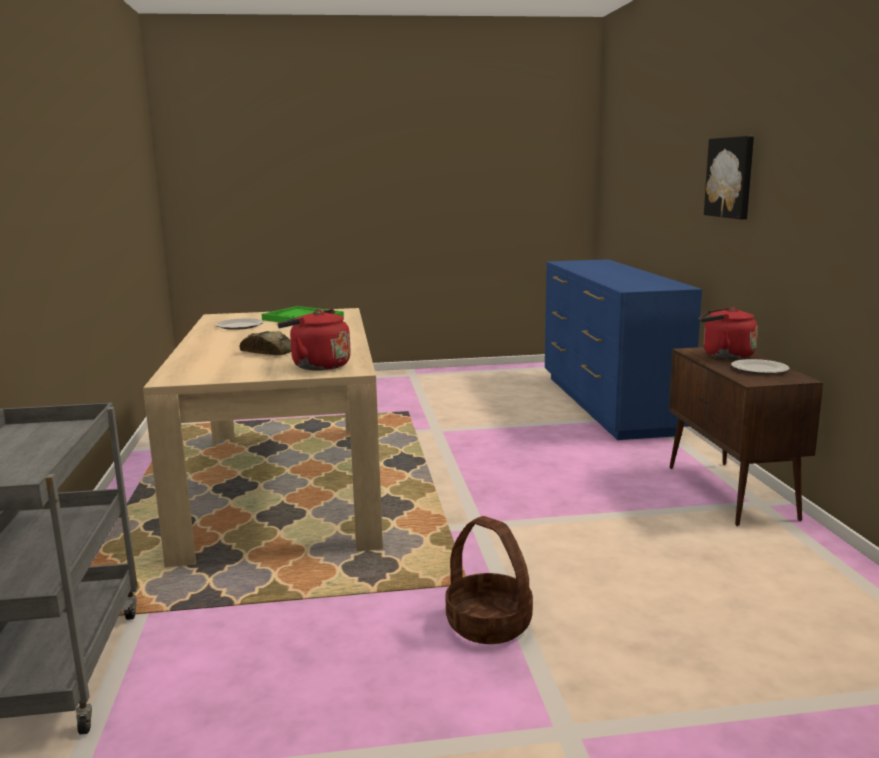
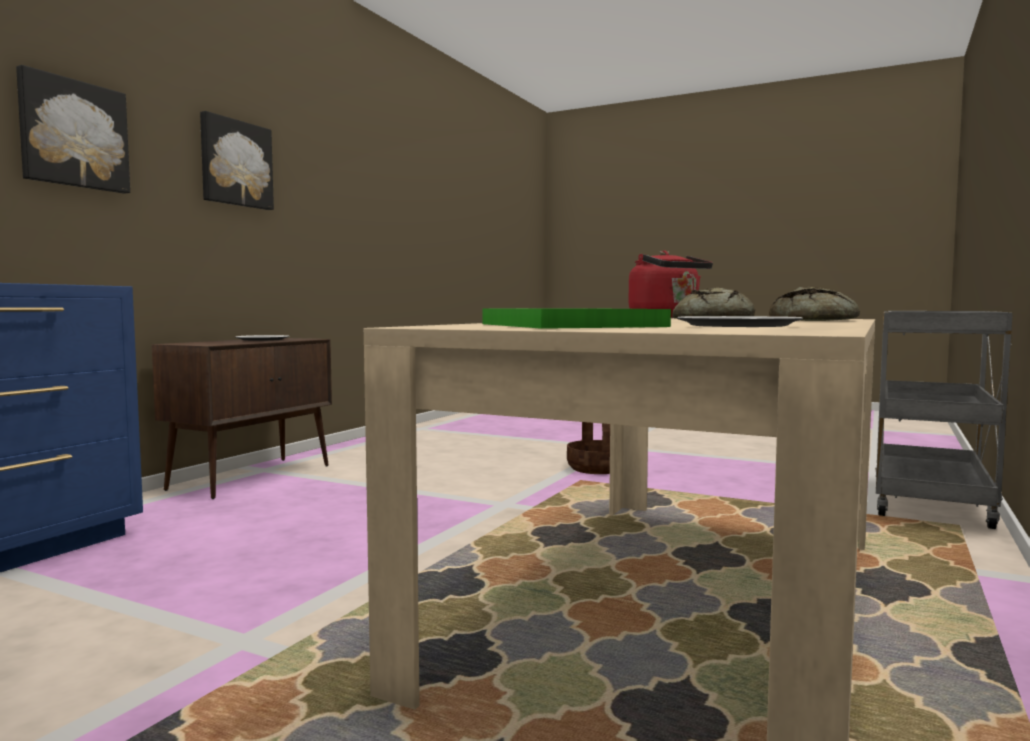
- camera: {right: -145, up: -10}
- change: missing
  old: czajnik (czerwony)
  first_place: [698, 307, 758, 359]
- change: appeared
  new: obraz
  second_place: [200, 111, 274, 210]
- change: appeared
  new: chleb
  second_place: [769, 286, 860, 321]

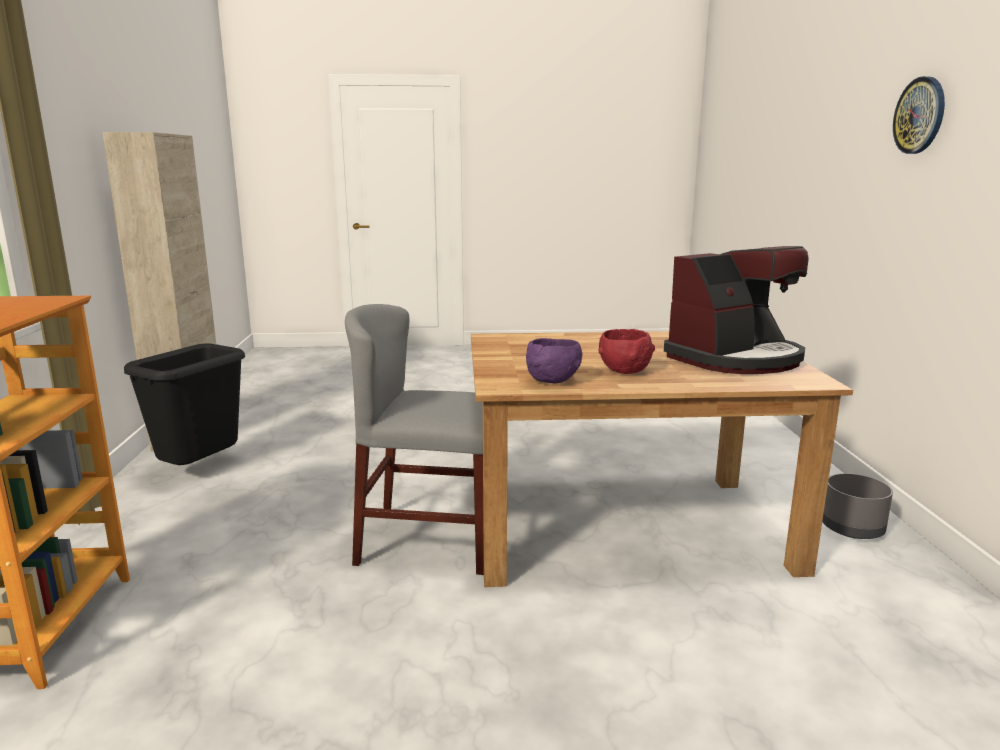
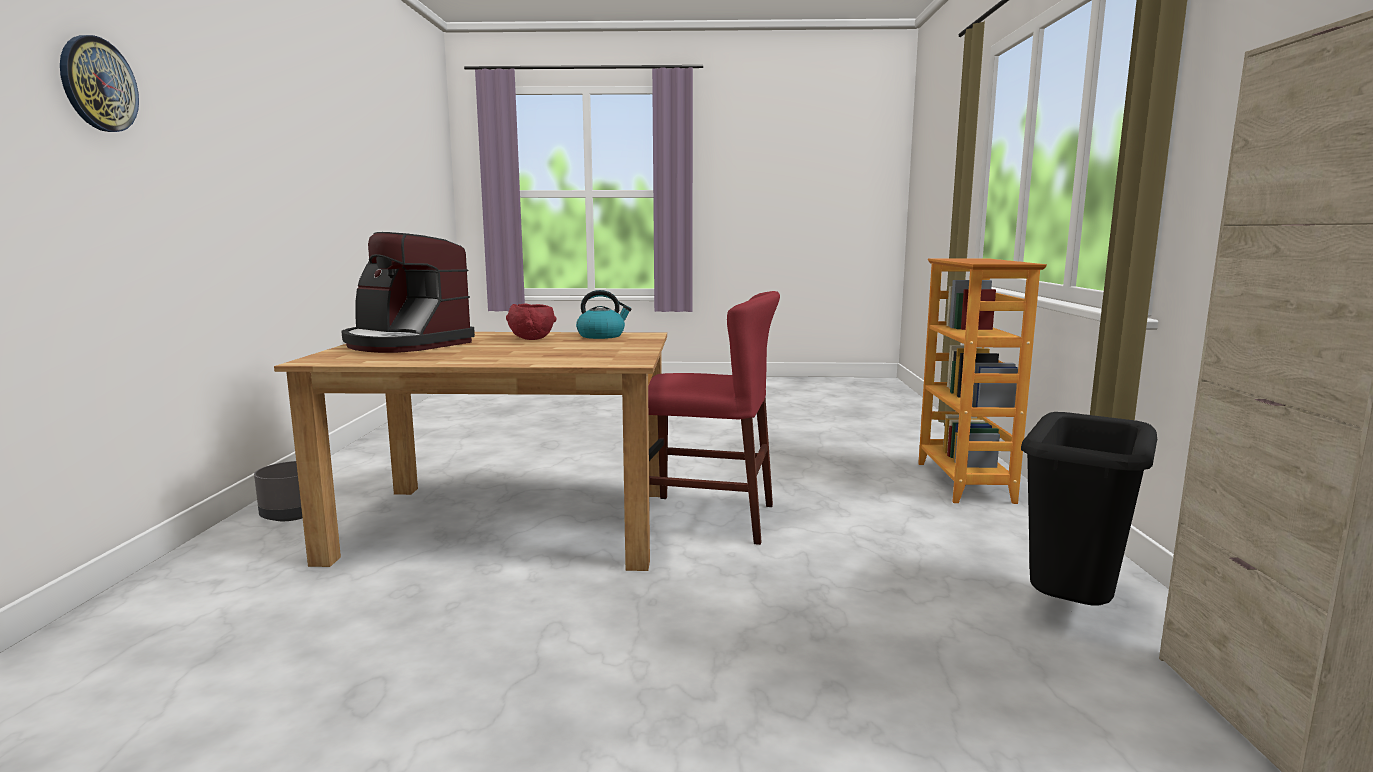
- camera: {right: -175, up: -5}
- change: exchanged
  old: miska (fioletowy)
  new: czajnik
  first_place: [526, 338, 582, 383]
  second_place: [576, 290, 632, 339]
- change: colour
  old: krzesło (szary)
  new: krzesło (czerwony)
  first_place: [345, 304, 484, 575]
  second_place: [648, 291, 780, 545]
- change: spun
  old: ekspres do kawy
  first_place: [664, 246, 809, 374]
  second_place: [341, 232, 475, 353]
  degrees: -120

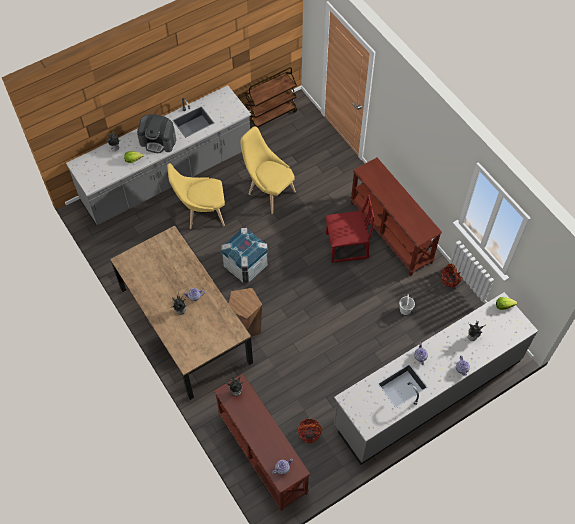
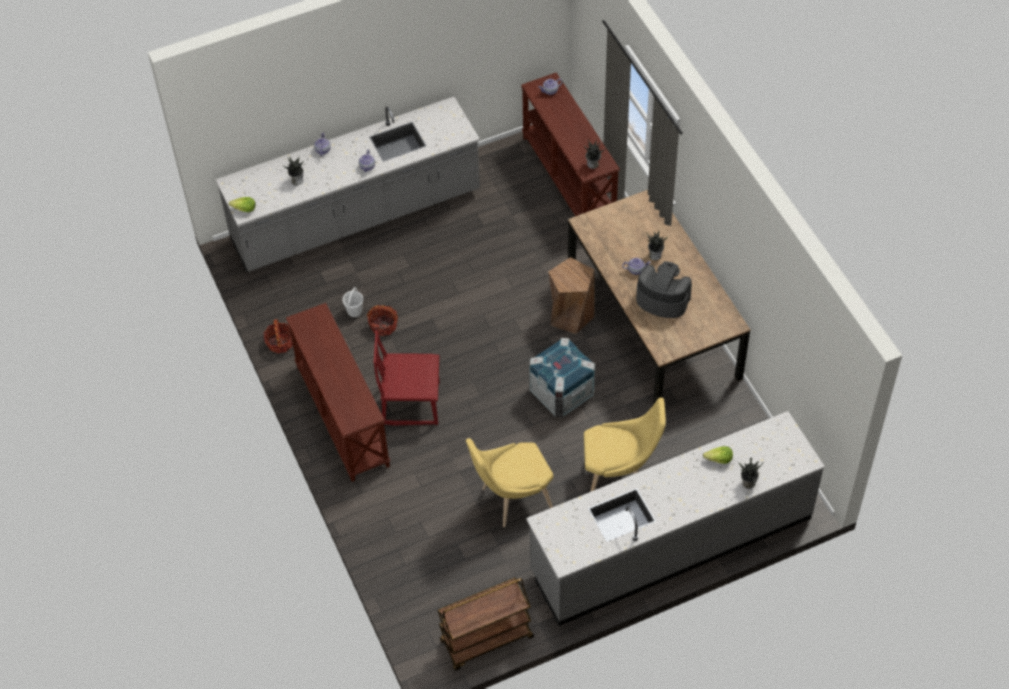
- camera: {right: -170, up: -5}
- change: relocated
  old: ekspres do kawy
  first_place: [137, 114, 176, 153]
  second_place: [636, 261, 692, 318]
- change: relocated
  old: koszyk
  first_place: [297, 418, 322, 443]
  second_place: [367, 305, 398, 336]
- change: spun
  old: krzesło (żółty)
  first_place: [240, 126, 296, 214]
  second_place: [466, 438, 553, 527]
  degrees: 105

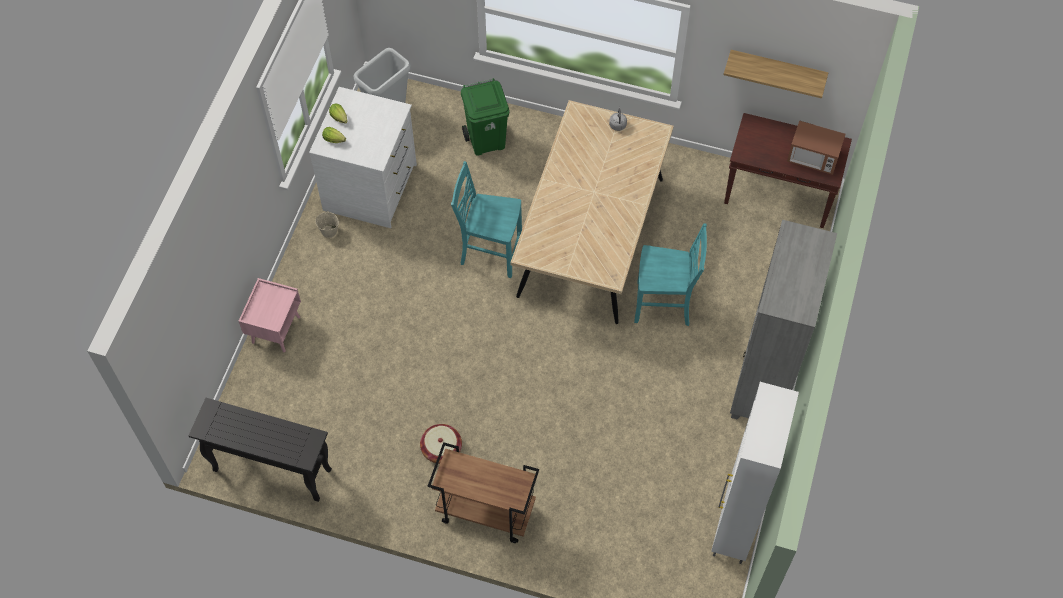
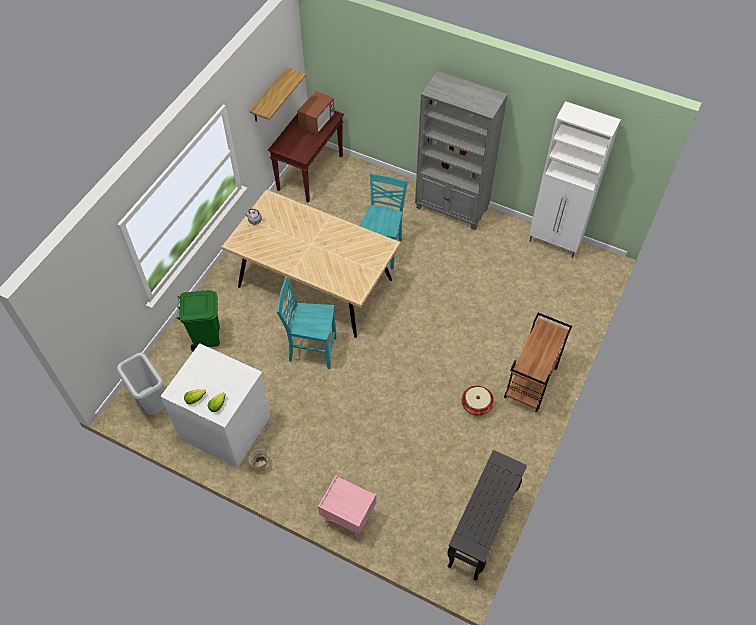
- camera: {right: -80, up: -5}
- change: spun
  old: krzesło (turkusowy)
  first_place: [451, 161, 522, 278]
  second_place: [277, 277, 337, 369]
  degrees: 75

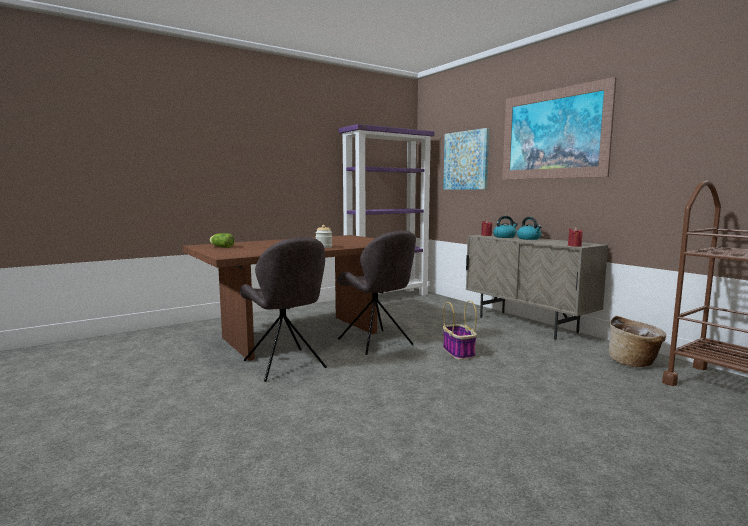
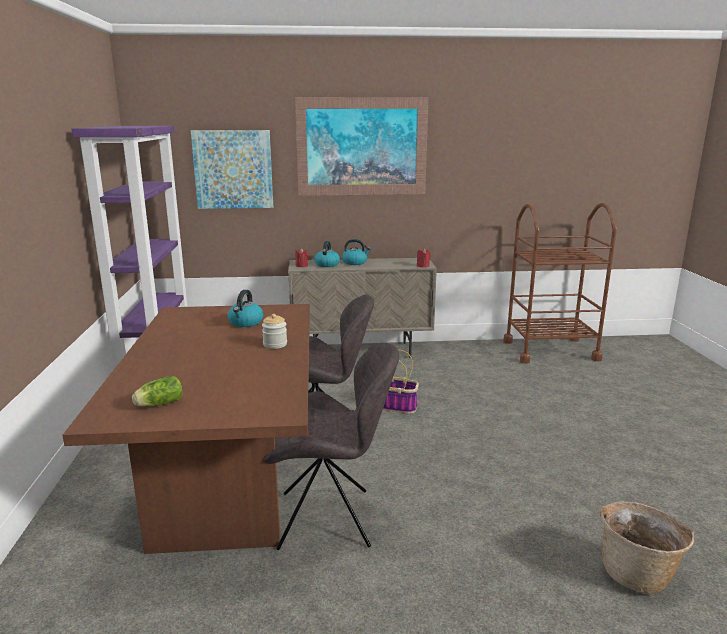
- camera: {right: -60, up: 10}
- change: appeared
  new: czajnik
  second_place: [228, 290, 263, 327]
- change: relocated
  old: koszyk
  first_place: [609, 316, 666, 367]
  second_place: [599, 501, 695, 594]

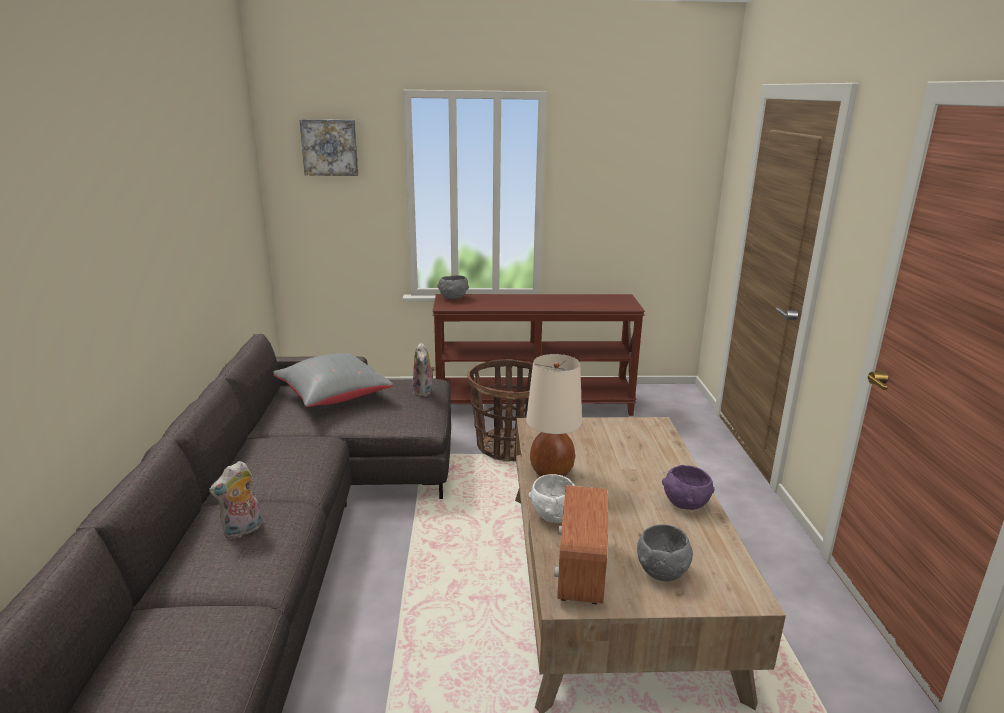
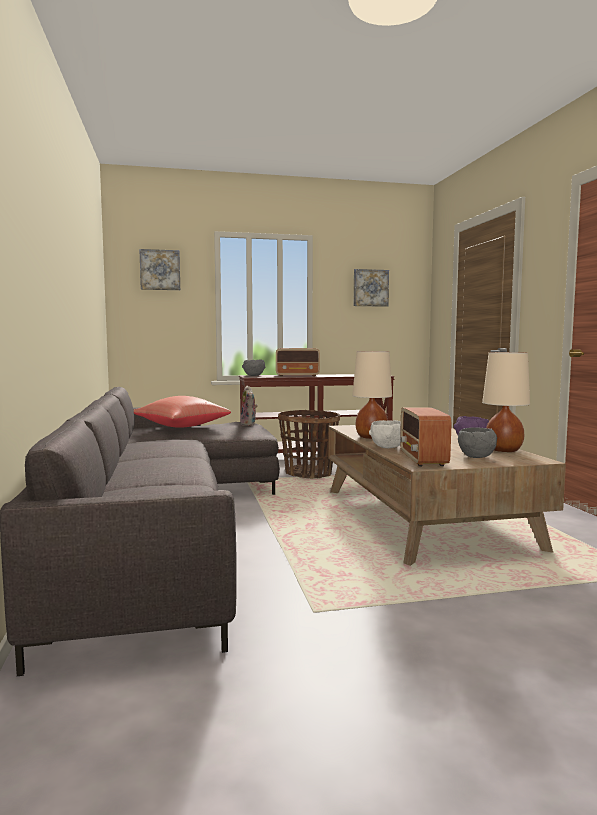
- camera: {right: -10, up: -15}
- change: missing
  old: pluszak
  first_place: [209, 461, 262, 539]
- change: appeared
  new: radio
  second_place: [276, 348, 320, 376]
- change: appeared
  new: obraz
  second_place: [354, 269, 389, 307]
- change: appeared
  new: lampa stołowa (beżowy)
  second_place: [482, 352, 530, 452]
- change: colour
  old: poduszka (szary)
  new: poduszka (czerwony)
  first_place: [273, 353, 393, 407]
  second_place: [134, 396, 231, 428]

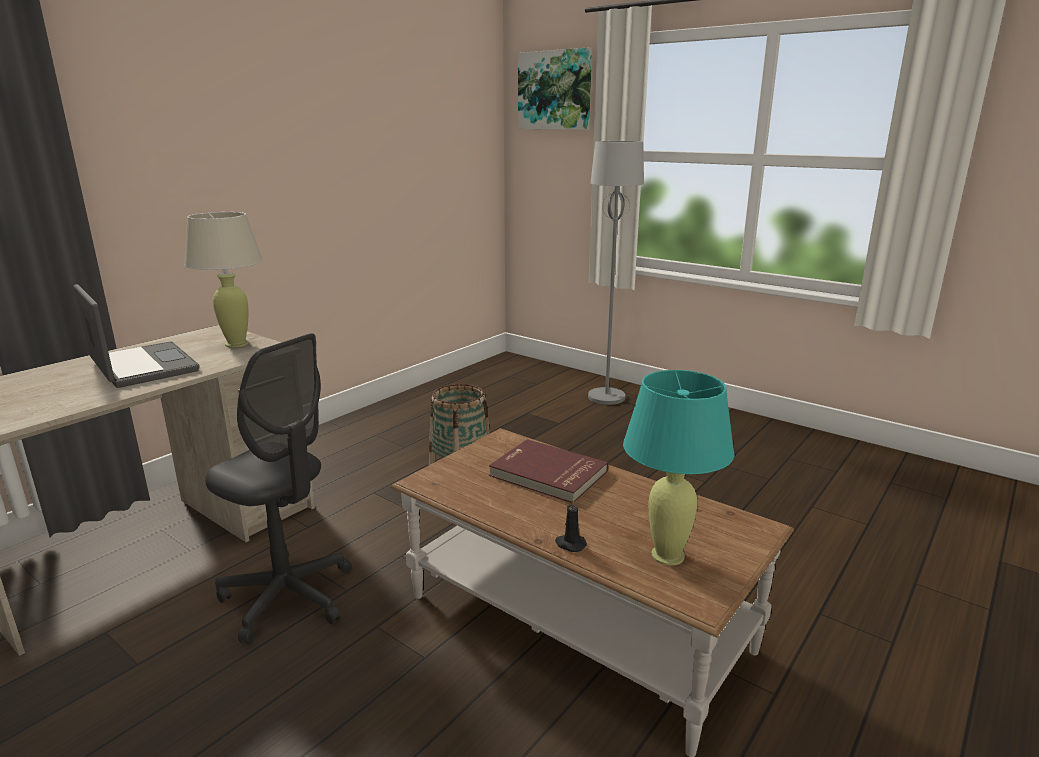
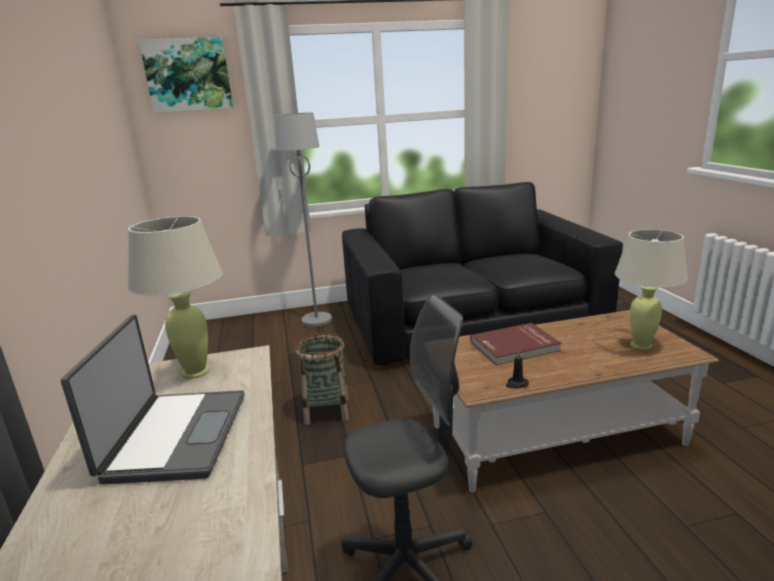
- camera: {right: -50, up: 0}
- change: appeared
  new: kanapa (czarny)
  second_place: [342, 182, 623, 365]
- change: relocated
  old: świeca (czarny)
  first_place: [555, 498, 587, 552]
  second_place: [506, 351, 529, 388]
- change: colour
  old: lampa stołowa (turkusowy)
  new: lampa stołowa (beżowy)
  first_place: [623, 370, 734, 566]
  second_place: [615, 229, 688, 350]
- change: spun
  old: laptop
  first_place: [73, 284, 199, 388]
  second_place: [61, 315, 245, 485]
  degrees: 90

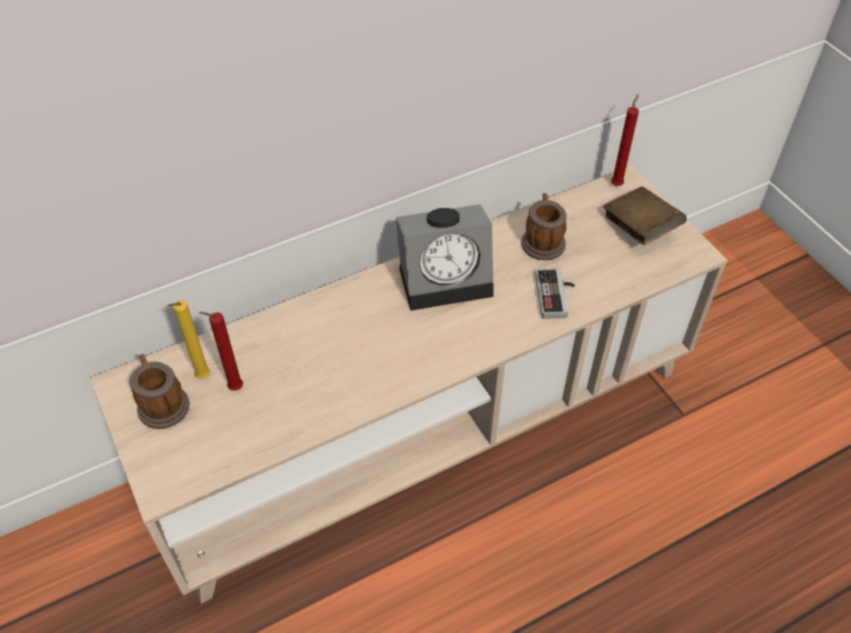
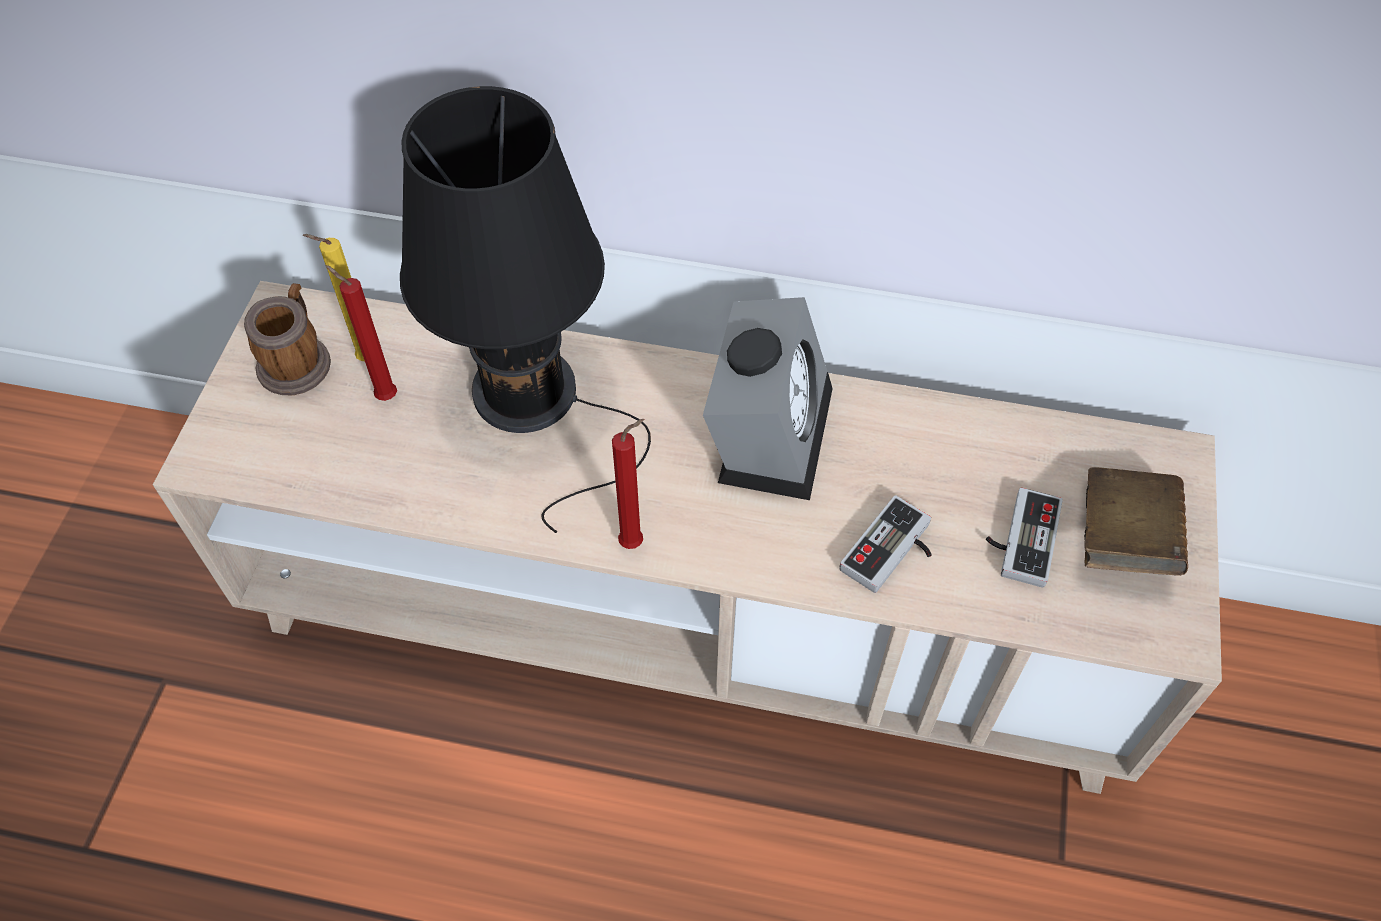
- camera: {right: 40, up: 5}
- change: missing
  old: kubek
  first_place: [521, 193, 567, 260]
- change: appeared
  new: lampa stołowa (czarny)
  second_place: [400, 86, 651, 533]
- change: appeared
  new: pad do gier
  second_place: [986, 488, 1063, 587]
- change: relocated
  old: świeca (czerwony)
  first_place: [611, 94, 639, 186]
  second_place: [612, 419, 644, 549]
- change: spun
  old: budzik
  first_place: [396, 204, 494, 311]
  second_place: [703, 297, 833, 500]
  degrees: -105

